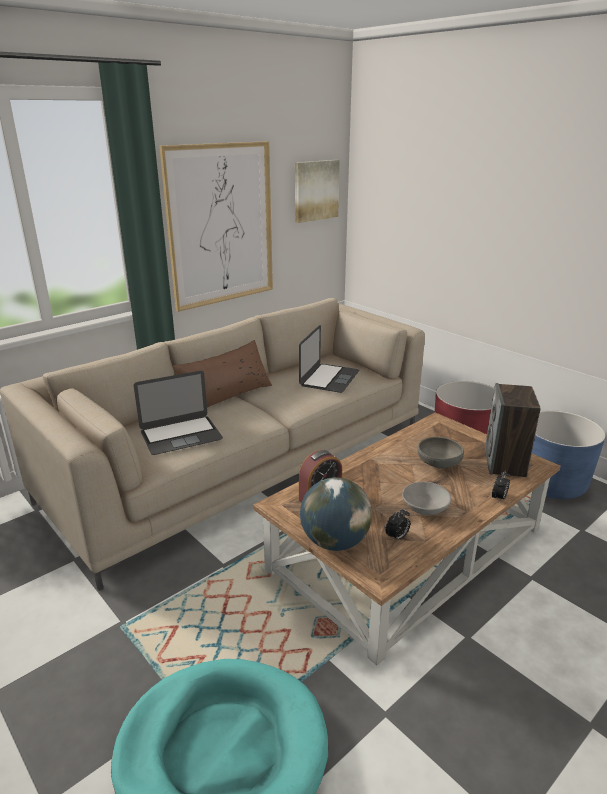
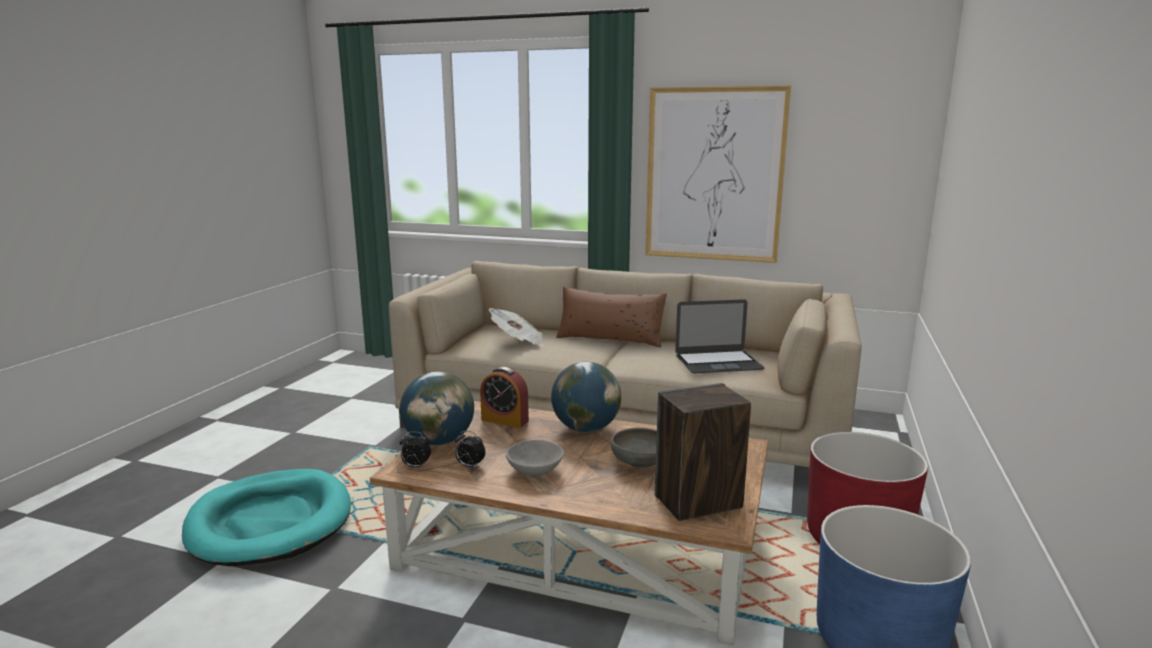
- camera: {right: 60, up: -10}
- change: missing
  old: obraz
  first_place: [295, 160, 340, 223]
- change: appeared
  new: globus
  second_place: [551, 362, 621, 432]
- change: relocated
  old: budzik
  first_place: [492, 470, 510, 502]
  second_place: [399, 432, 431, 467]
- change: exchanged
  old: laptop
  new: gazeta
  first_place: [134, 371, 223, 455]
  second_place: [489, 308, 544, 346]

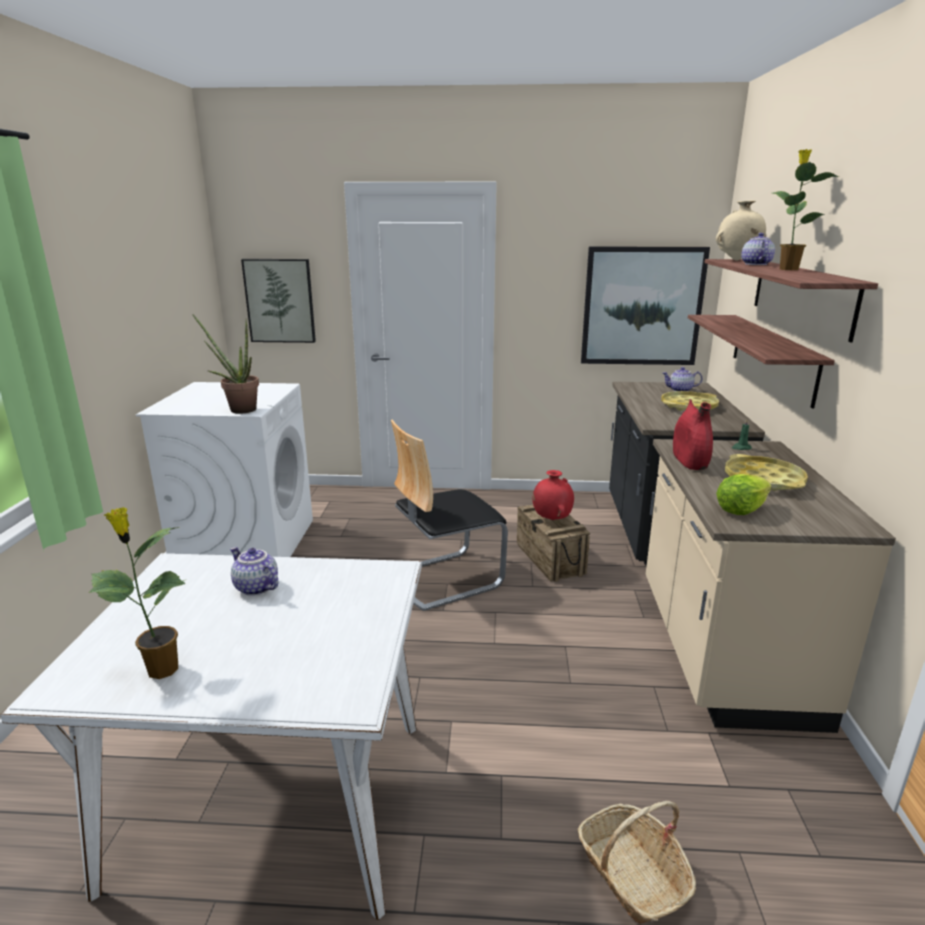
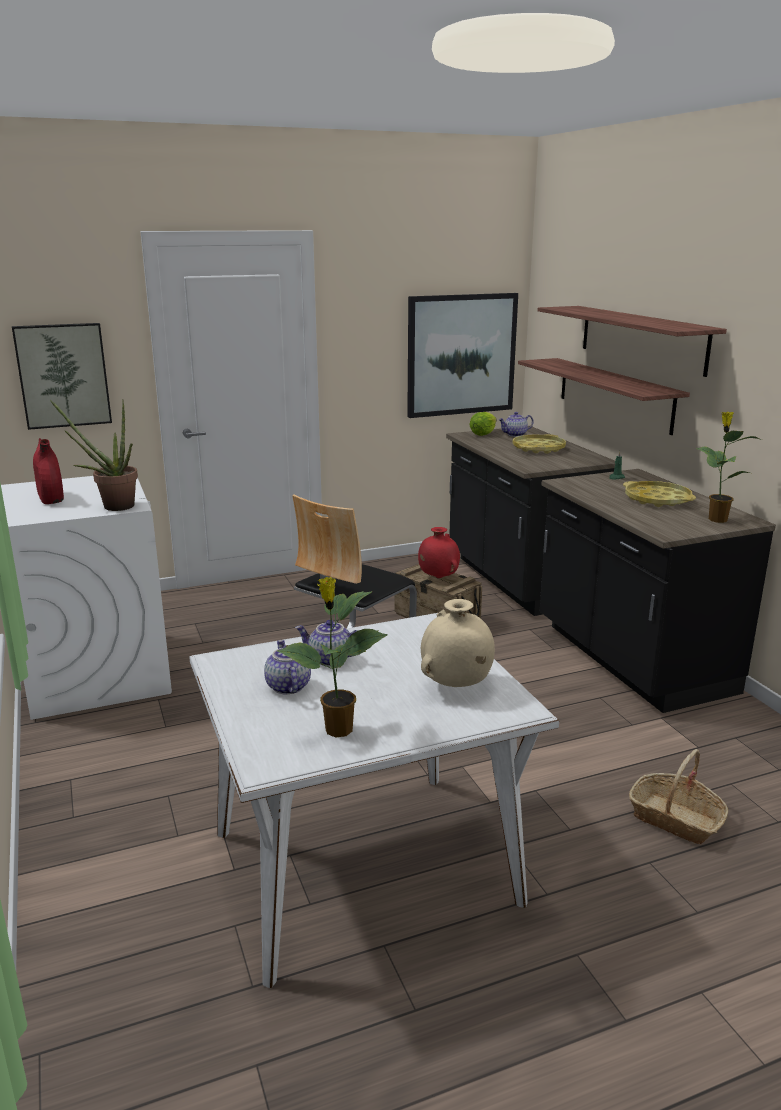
- camera: {right: -25, up: 0}
- change: relocated
  old: wazon (czerwony)
  first_place: [673, 399, 713, 470]
  second_place: [33, 438, 64, 504]
- change: relocated
  old: wazon (beżowy)
  first_place: [716, 200, 766, 260]
  second_place: [421, 599, 495, 687]
- change: relocated
  old: sałata
  first_place: [716, 474, 772, 515]
  second_place: [469, 412, 496, 436]
- change: relocated
  old: imbryk
  first_place: [741, 233, 775, 265]
  second_place: [264, 640, 311, 694]
- change: relocated
  old: roślina doniczkowa
  first_place: [772, 149, 840, 270]
  second_place: [696, 412, 762, 523]
- change: colour
  old: zabudowa kuchenna (beżowy)
  new: zabudowa kuchenna (czarny)
  first_place: [646, 439, 896, 733]
  second_place: [540, 469, 776, 713]

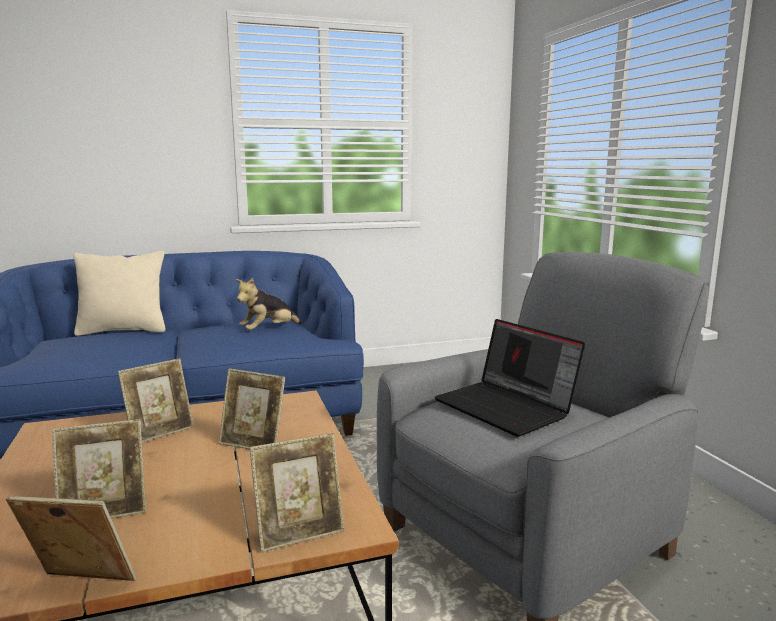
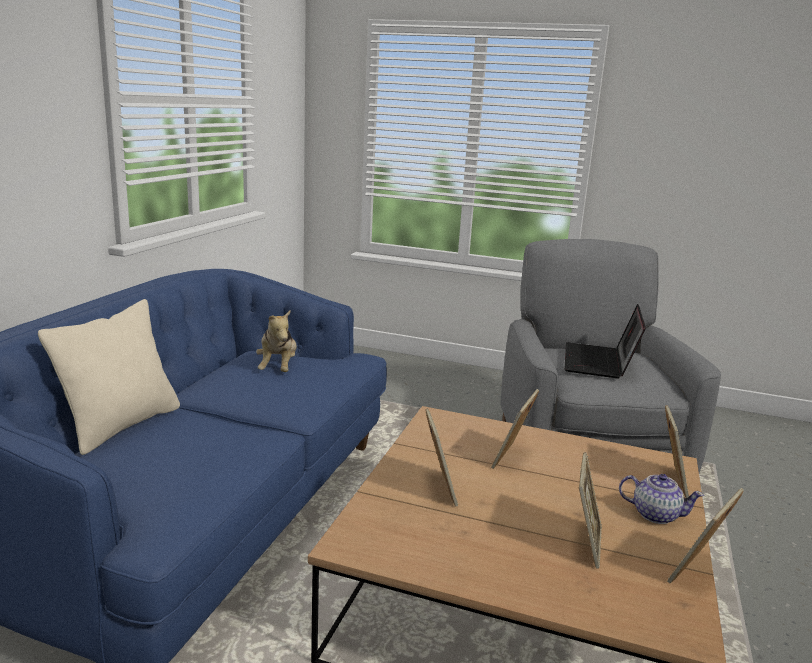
- camera: {right: -55, up: 5}
- change: appeared
  new: imbryk
  second_place: [619, 474, 704, 524]
- change: spun
  old: ramka na zdjęcie
  first_place: [219, 368, 285, 449]
  second_place: [491, 389, 539, 469]
  degrees: 150
- change: spun
  old: laptop
  first_place: [434, 319, 585, 437]
  second_place: [565, 304, 646, 378]
  degrees: 105

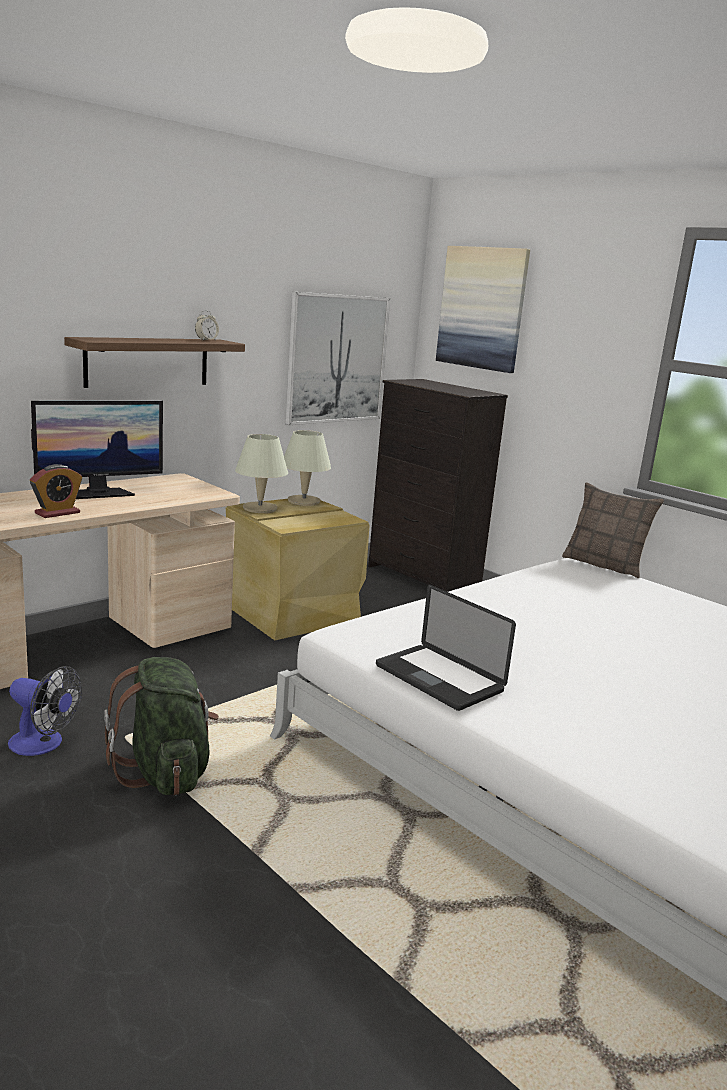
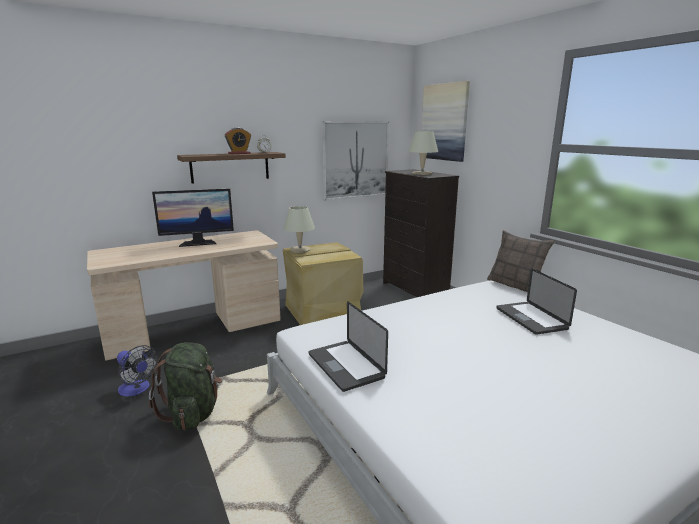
- camera: {right: 15, up: 0}
- change: appeared
  new: laptop
  second_place: [496, 268, 577, 335]
- change: relocated
  old: budzik
  first_place: [30, 464, 82, 518]
  second_place: [225, 128, 251, 154]
- change: relocated
  old: lampa stołowa (beżowy)
  first_place: [284, 430, 331, 506]
  second_place: [408, 131, 438, 175]

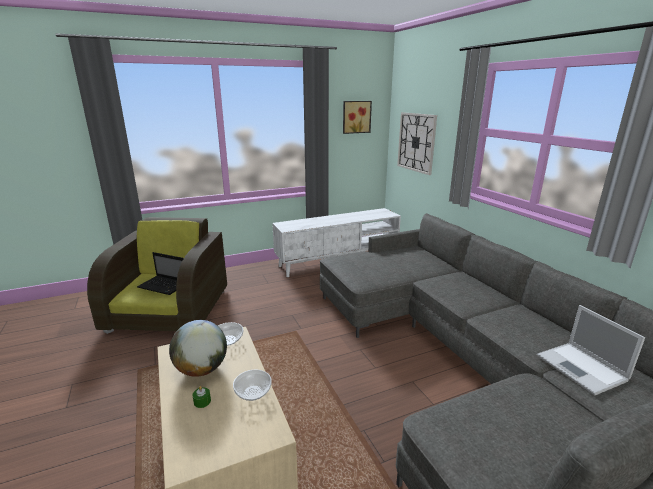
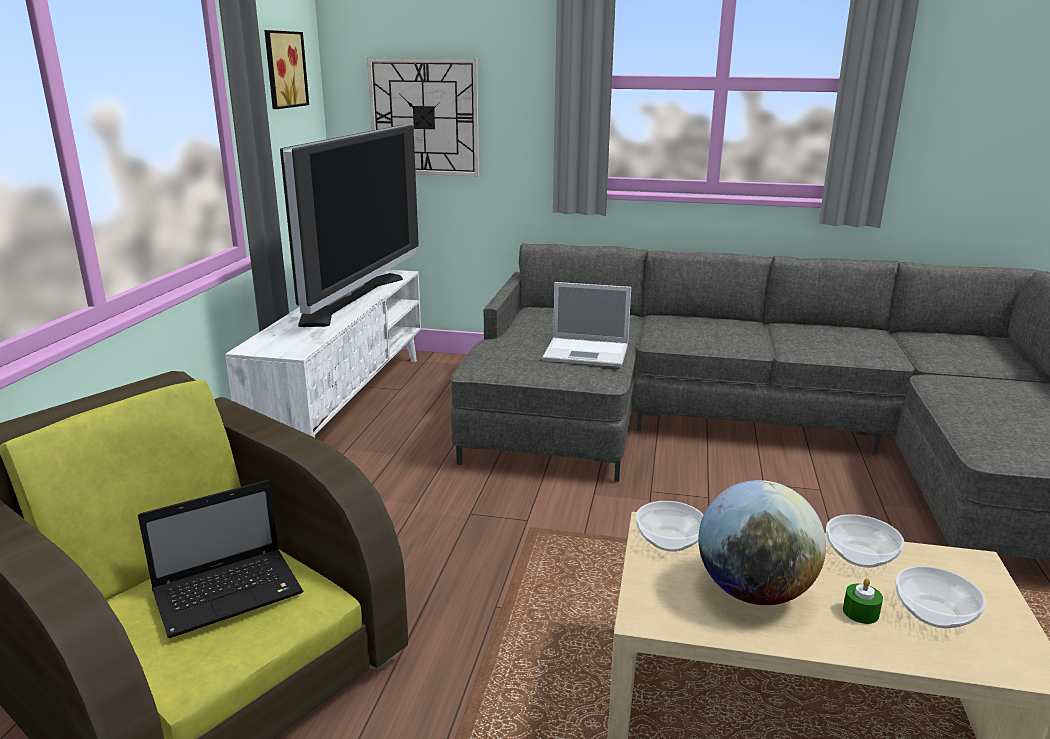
- camera: {right: -55, up: 0}
- change: appeared
  new: telewizor
  second_place: [280, 125, 419, 327]
- change: appeared
  new: miska
  second_place: [895, 566, 986, 629]
- change: relocated
  old: laptop
  first_place: [537, 305, 645, 395]
  second_place: [542, 282, 631, 367]

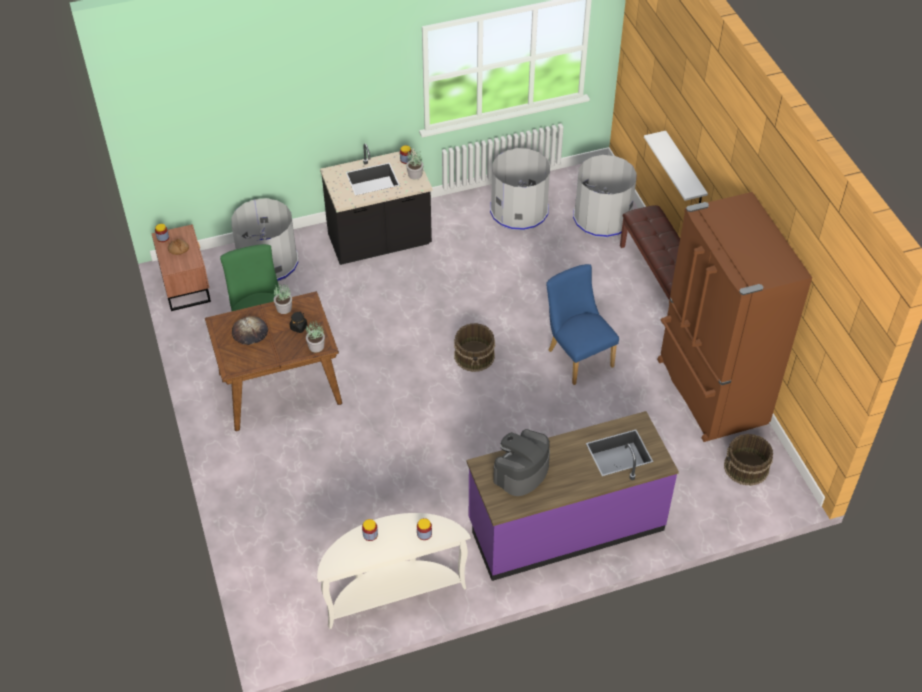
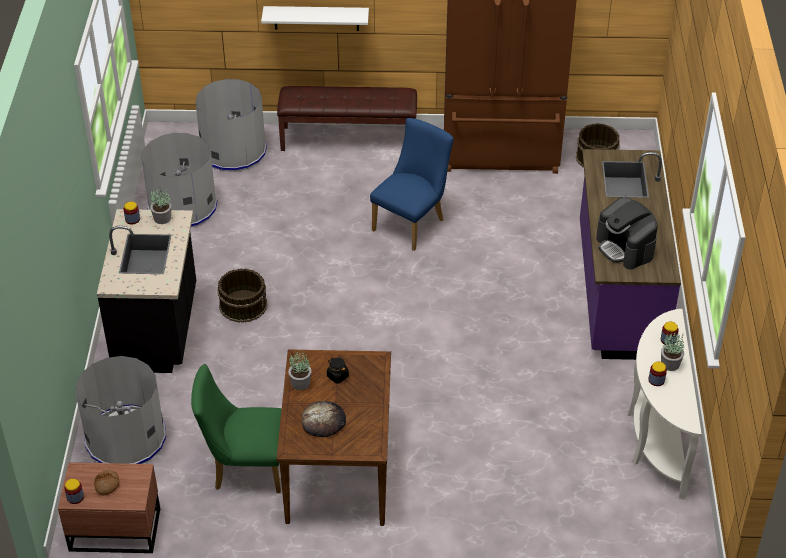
- camera: {right: -70, up: -5}
- change: relocated
  old: roślina doniczkowa
  first_place: [306, 321, 325, 353]
  second_place: [661, 333, 684, 371]
- change: relocated
  old: wiadro (brązowy)
  first_place: [454, 323, 495, 372]
  second_place: [217, 269, 267, 323]
- change: spun
  old: krzesło (niebieski)
  first_place: [546, 264, 619, 385]
  second_place: [370, 118, 453, 251]
  degrees: 135

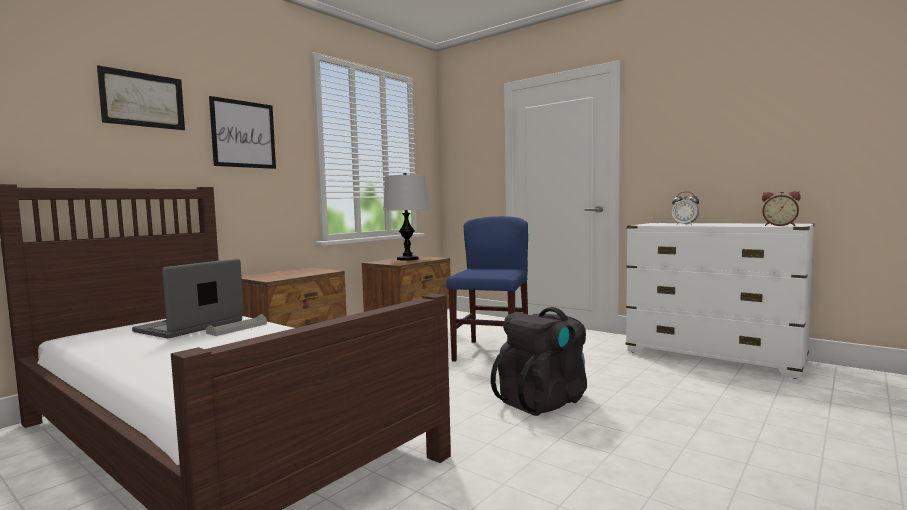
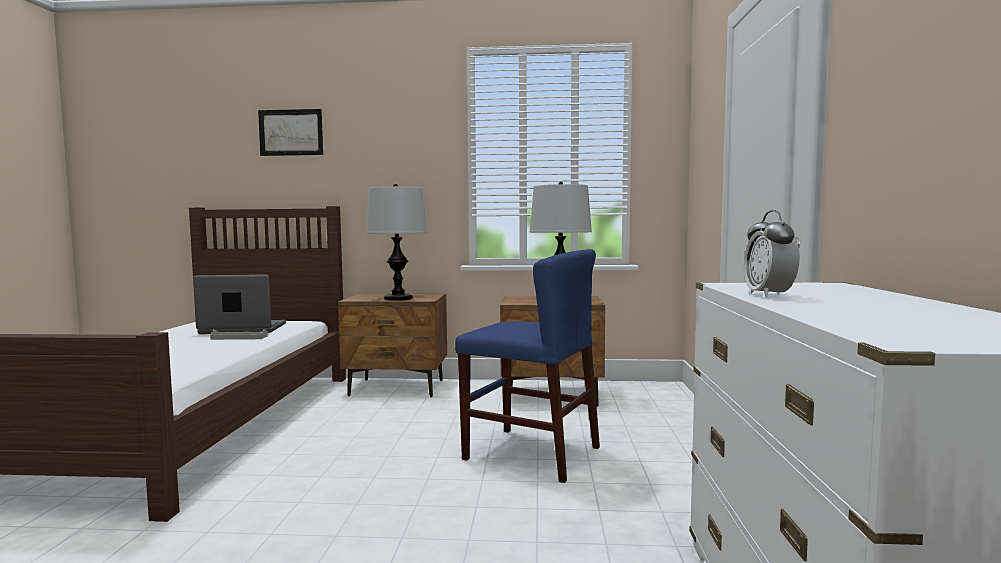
- camera: {right: 55, up: 0}
- change: missing
  old: obraz
  first_place: [209, 96, 276, 169]
- change: missing
  old: plecak (czarny)
  first_place: [491, 307, 587, 416]
- change: missing
  old: budzik
  first_place: [762, 191, 801, 226]
- change: appeared
  new: lampa stołowa
  second_place: [366, 184, 427, 301]
- change: spun
  old: krzesło (niebieski)
  first_place: [446, 216, 528, 362]
  second_place: [455, 249, 600, 483]
  degrees: 45

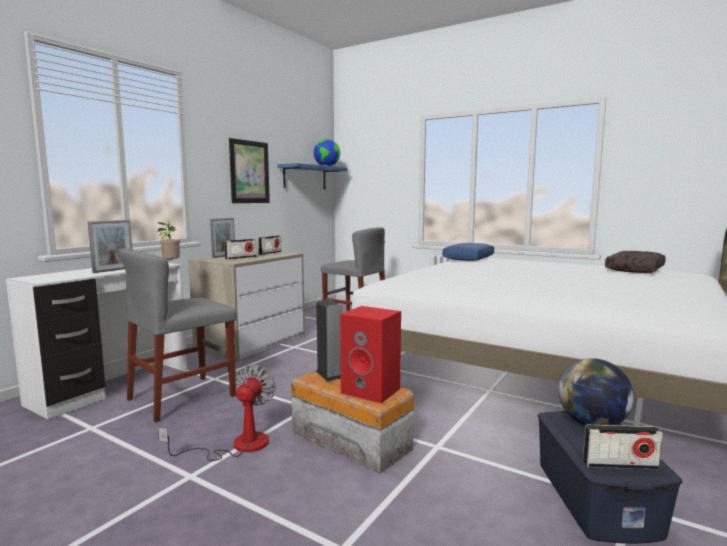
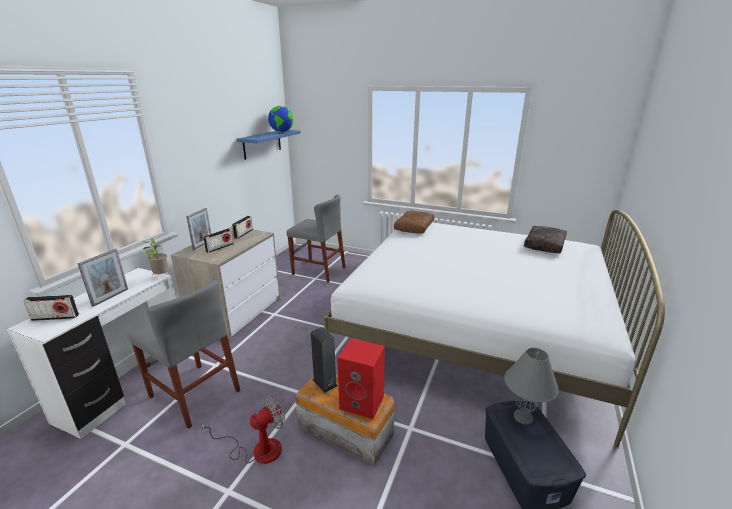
- camera: {right: -10, up: 15}
- change: missing
  old: obraz
  first_place: [229, 138, 270, 203]
- change: relocated
  old: radio
  first_place: [583, 424, 663, 470]
  second_place: [24, 295, 79, 321]
- change: exchanged
  old: globus
  new: lampa stołowa (szary)
  first_place: [558, 358, 634, 426]
  second_place: [504, 348, 558, 425]
- change: colour
  old: poduszka (niebieski)
  new: poduszka (brązowy)
  first_place: [442, 243, 494, 261]
  second_place: [394, 211, 434, 234]
- change: spun
  old: krzesło (szary)
  first_place: [119, 248, 237, 423]
  second_place: [128, 280, 240, 429]
  degrees: -90
- change: spun
  old: wentylator
  first_place: [158, 364, 276, 461]
  second_place: [201, 395, 285, 464]
  degrees: 45

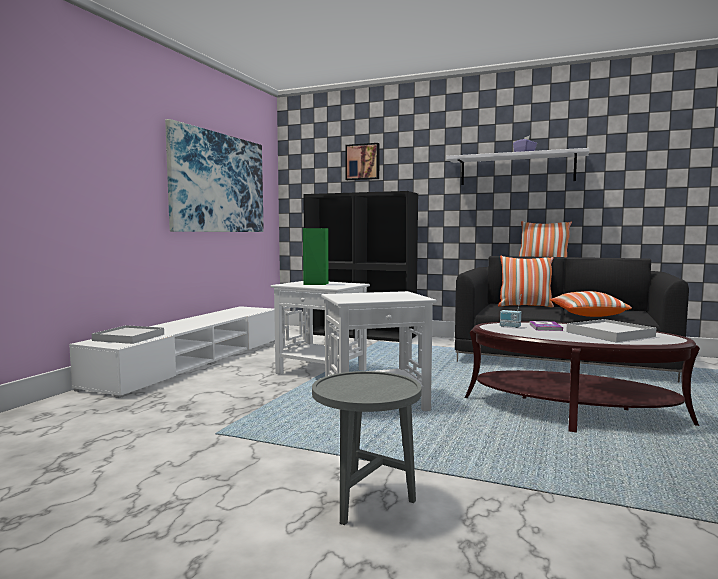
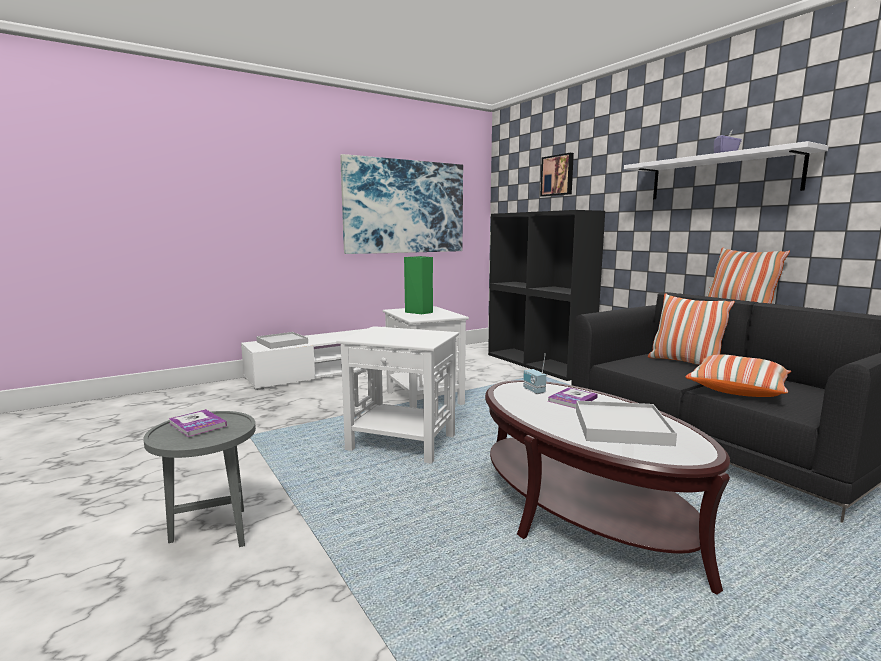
- camera: {right: 35, up: 5}
- change: appeared
  new: książka
  second_place: [169, 409, 227, 437]

